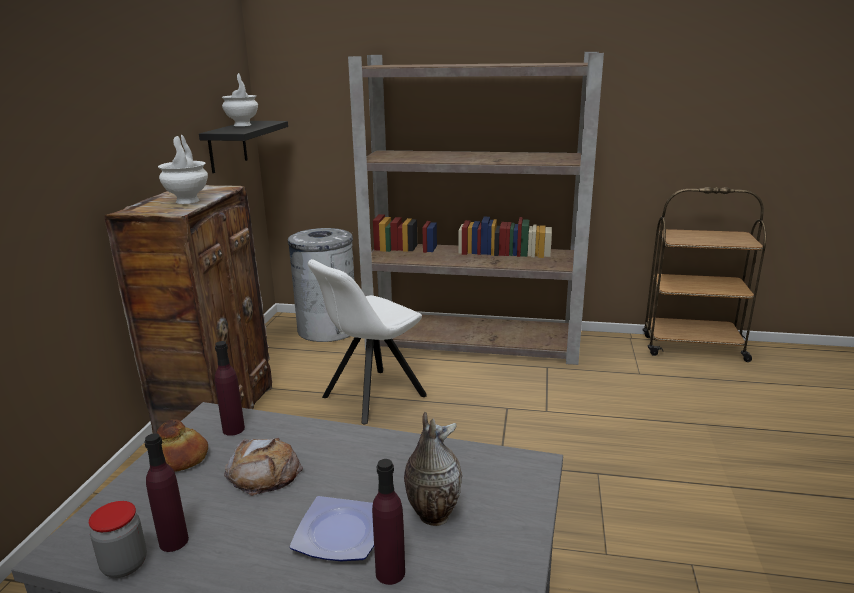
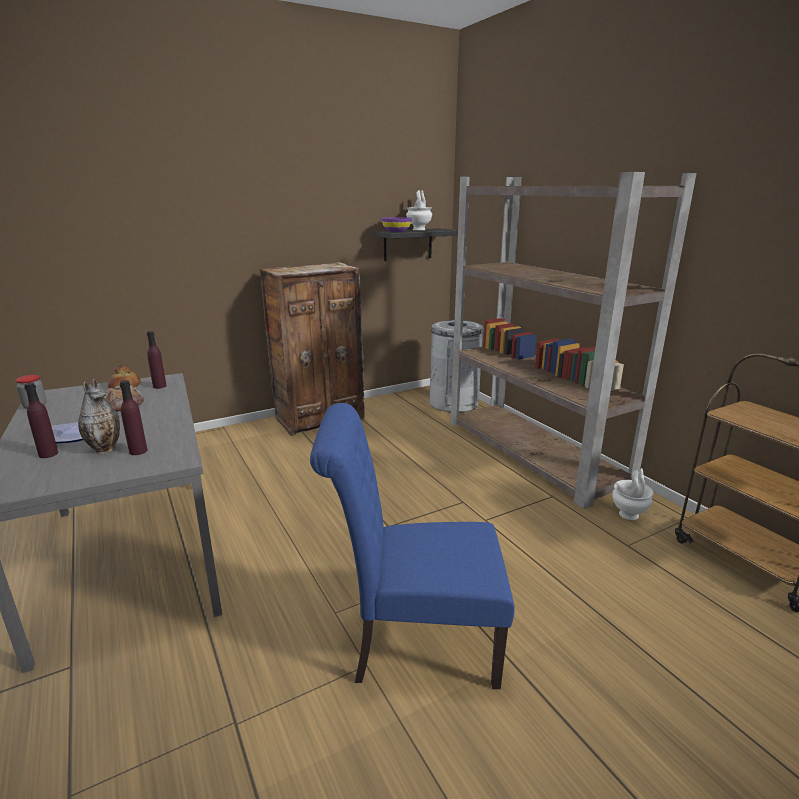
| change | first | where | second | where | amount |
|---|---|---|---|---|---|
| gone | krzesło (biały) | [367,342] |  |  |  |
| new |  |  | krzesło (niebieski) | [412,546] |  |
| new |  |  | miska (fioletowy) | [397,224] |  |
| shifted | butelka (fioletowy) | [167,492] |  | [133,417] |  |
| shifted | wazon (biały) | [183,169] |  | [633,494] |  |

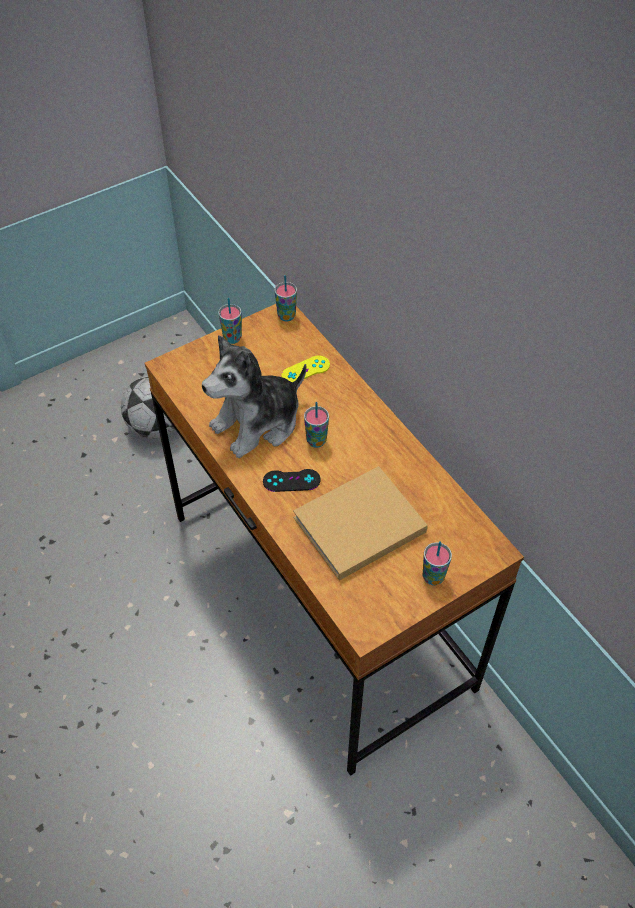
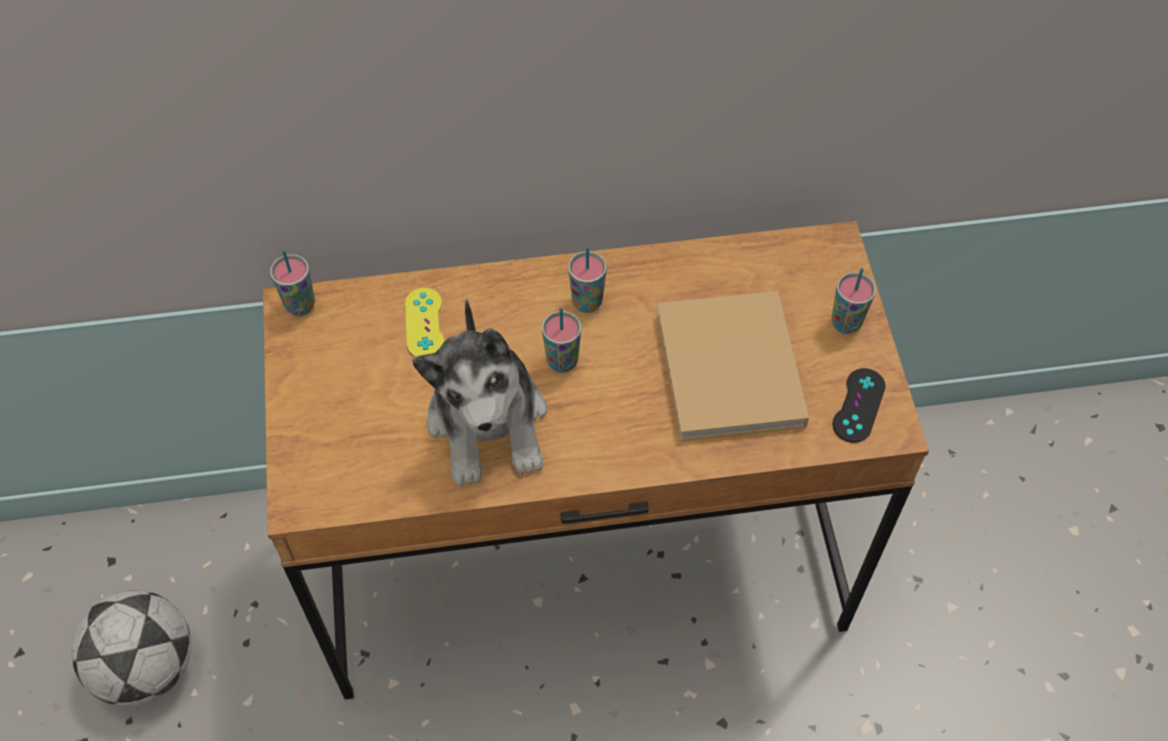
| change | first | where | second | where | amount |
|---|---|---|---|---|---|
| shifted | filiżanka | [230,321] |  | [587,279] |  |
| shifted | pad do gier (czarny) | [292,480] |  | [859,405] |  |

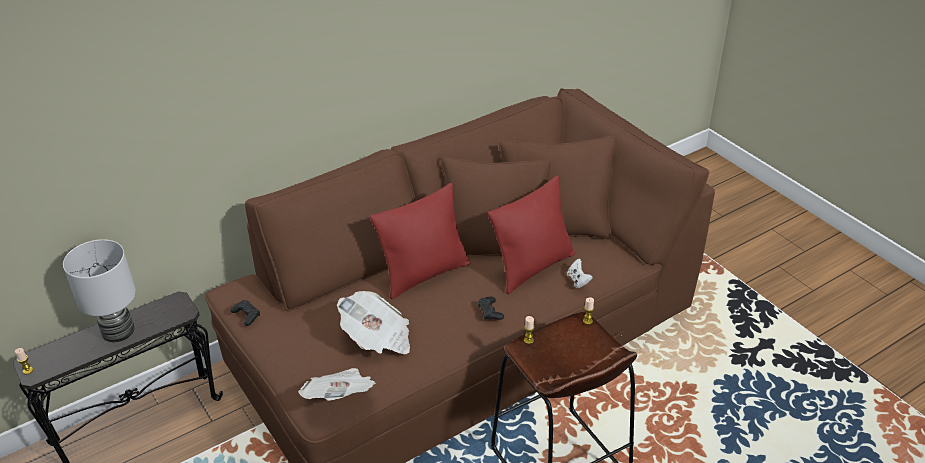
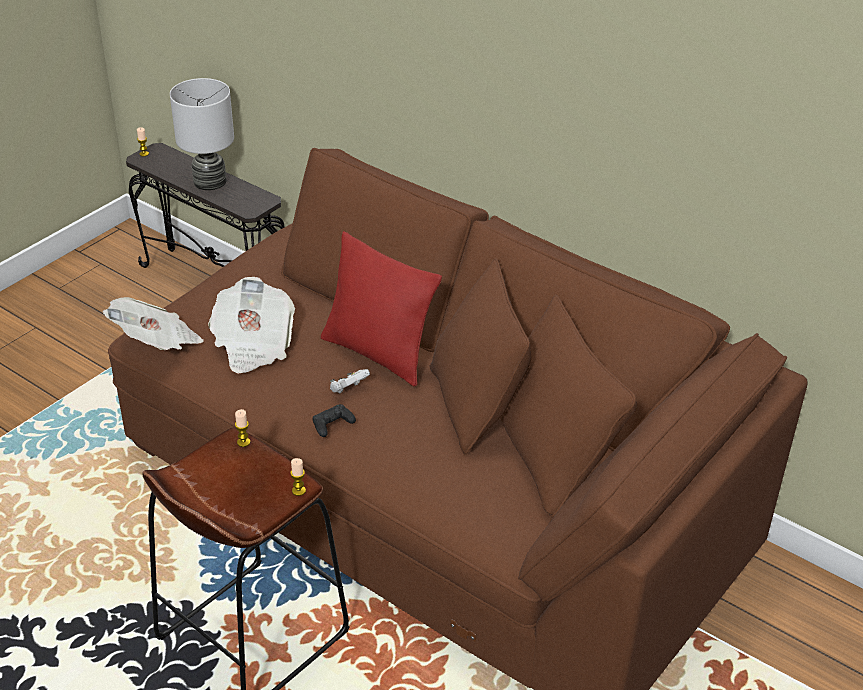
| change | first | where | second | where | amount |
|---|---|---|---|---|---|
| gone | pad do gier (czarny) | [245,313] |  |  |  |
| gone | poduszka (czerwony) | [531,234] |  |  |  |
| shifted | pad do gier (biały) | [580,273] |  | [350,381] |  |

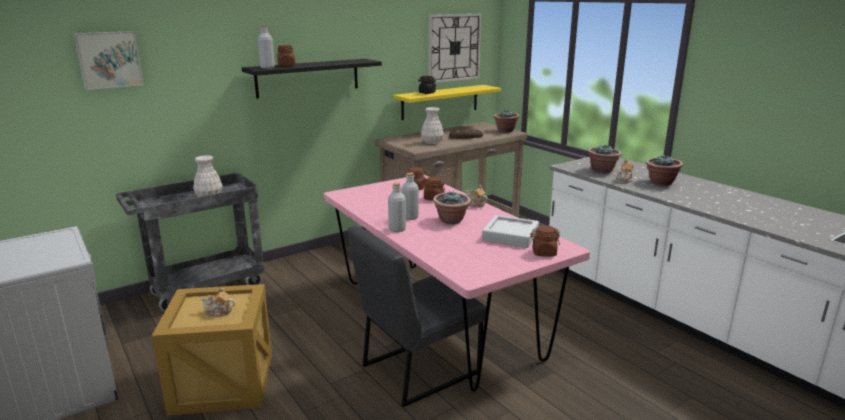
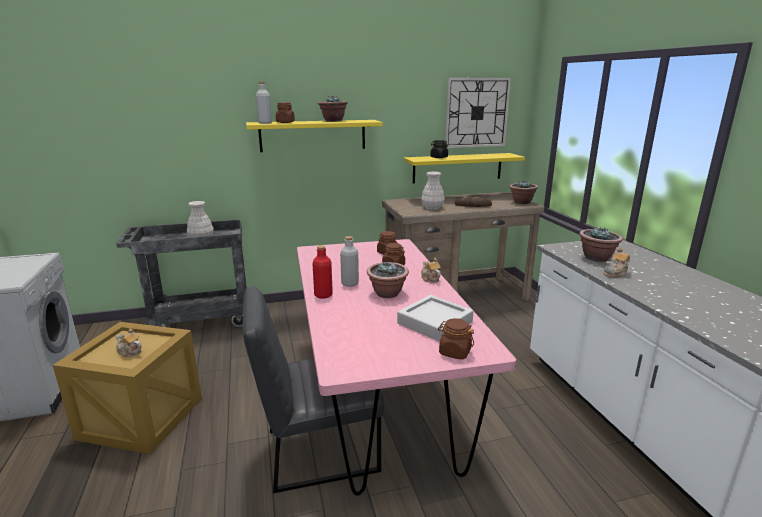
| change | first | where | second | where | amount |
|---|---|---|---|---|---|
| gone | obraz | [109,60] |  |  |  |
| shifted | roślina doniczkowa | [664,170] |  | [333,109] |  |
| repainted | półka (czarny) | [312,78] | półka (żółty) | [314,136] |  |
| repainted | butelka (szary) | [397,207] | butelka (czerwony) | [323,272] |  |

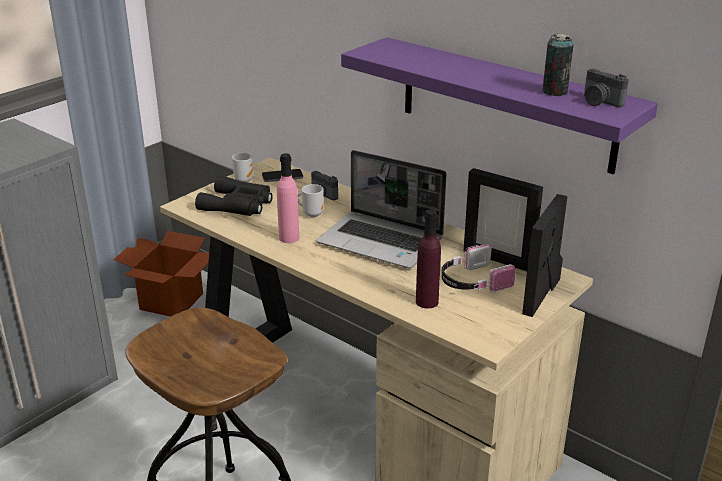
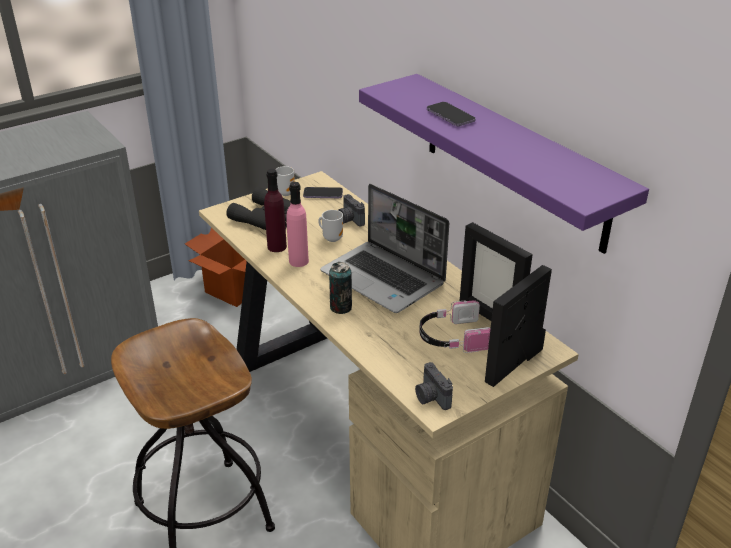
| change | first | where | second | where | amount |
|---|---|---|---|---|---|
| new |  |  | telefon | [451,114] |  |
| shifted | butelka (fioletowy) | [428,258] |  | [275,210] |  |
| shifted | puszka | [558,64] |  | [340,288] |  |
| shifted | aparat fotograficzny | [606,88] |  | [434,386] |  |

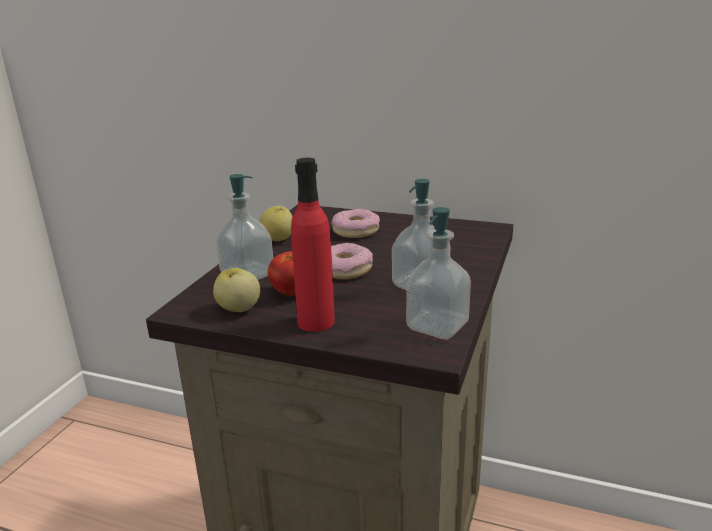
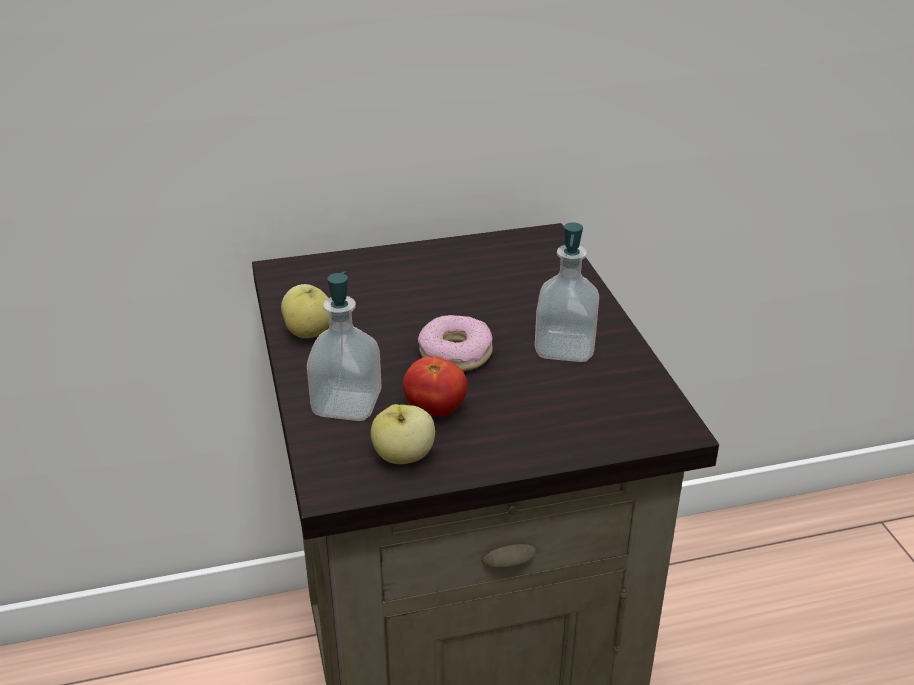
| change | first | where | second | where | amount |
|---|---|---|---|---|---|
| gone | butelka (czerwony) | [313,245] |  |  |  |
| gone | donut | [356,223] |  |  |  |
| gone | dozownik mydła | [438,273] |  |  |  |

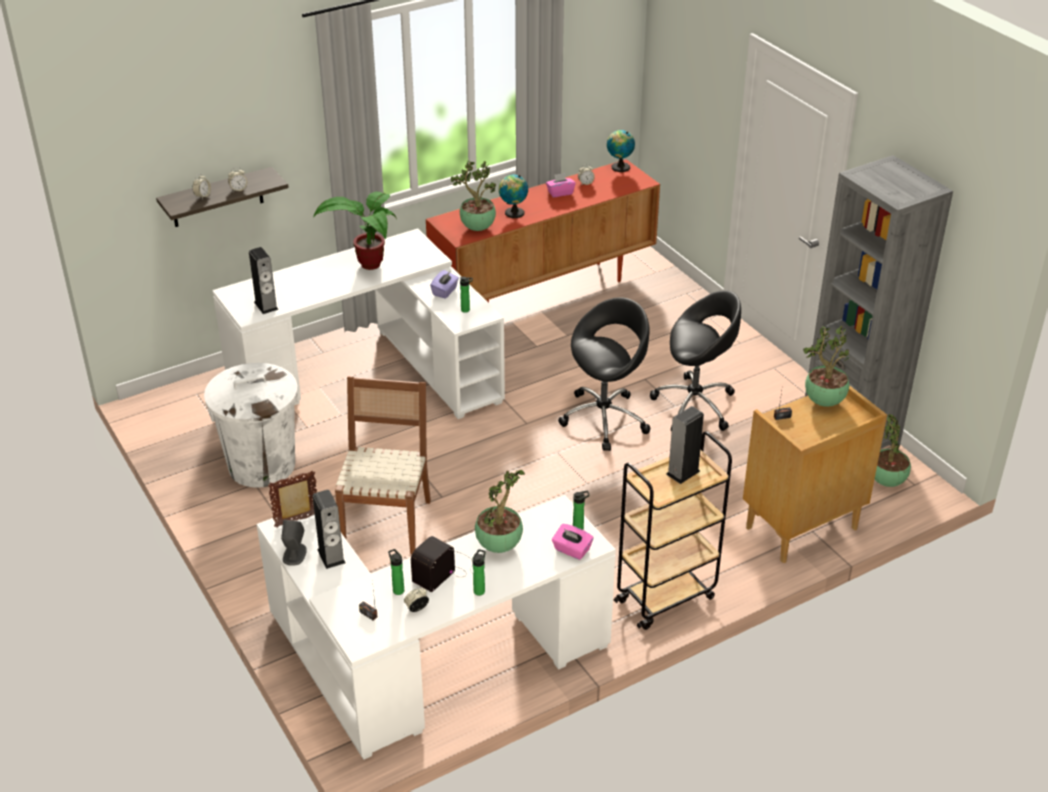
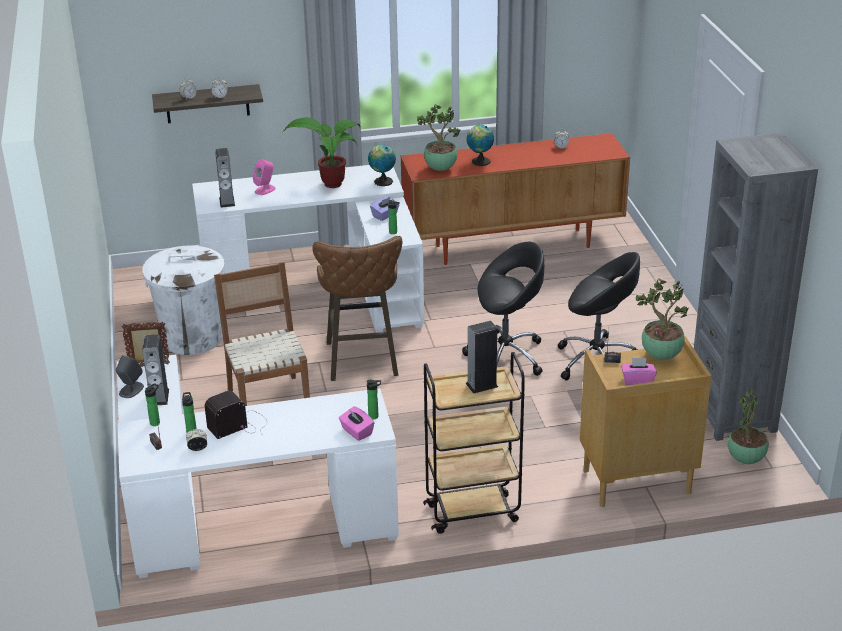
| change | first | where | second | where | amount |
|---|---|---|---|---|---|
| gone | roślina doniczkowa | [500,511] |  |  |  |
| new |  |  | głośnik (różowy) | [264,177] |  |
| new |  |  | stołek (brązowy) | [357,308] |  |
| shifted | butelka | [479,572] |  | [152,404] |  |
| shifted | pudełko chusteczek (różowy) | [561,185] |  | [639,371] |  |
| shifted | globus | [621,151] |  | [382,165] |  |
| rotated | krzesło | [383,465] |  | [262,334] | 45 degrees counterclockwise |

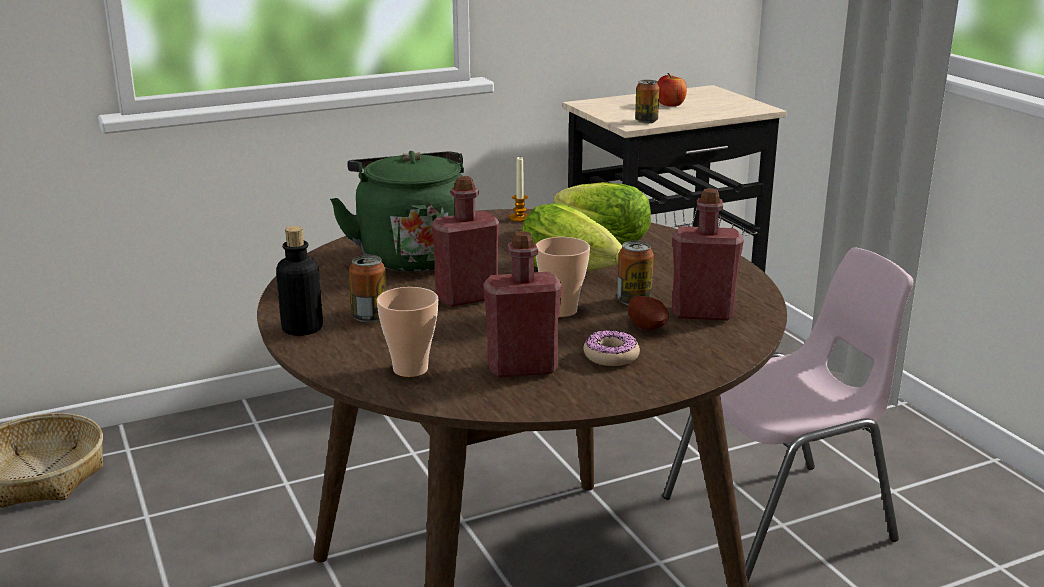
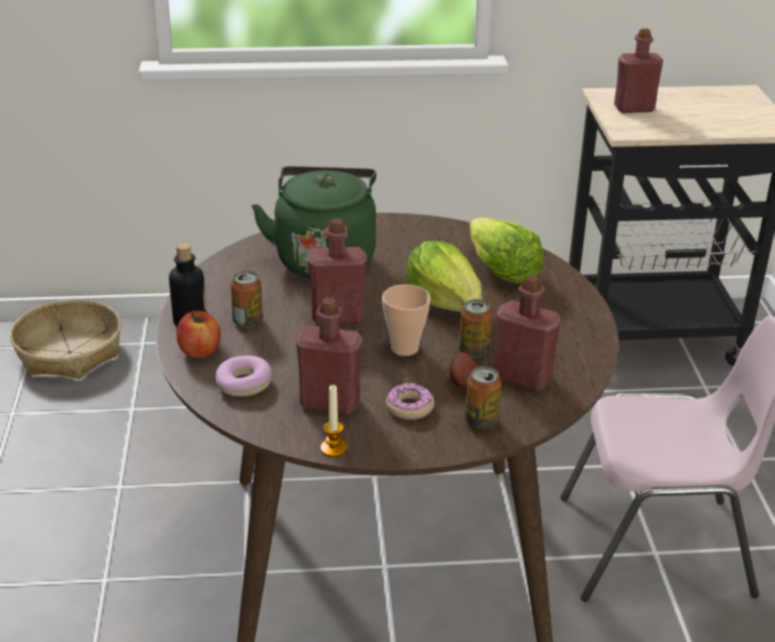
| change | first | where | second | where | amount |
|---|---|---|---|---|---|
| new |  |  | butelka (czerwony) | [638,70] |  |
| shifted | świeca | [518,189] |  | [333,421] |  |
| shifted | puszka | [647,101] |  | [483,397] |  |
| shifted | jabłko | [672,89] |  | [199,334] |  |
| swapped | filiżanka | [407,332] | donut | [244,376] |  |

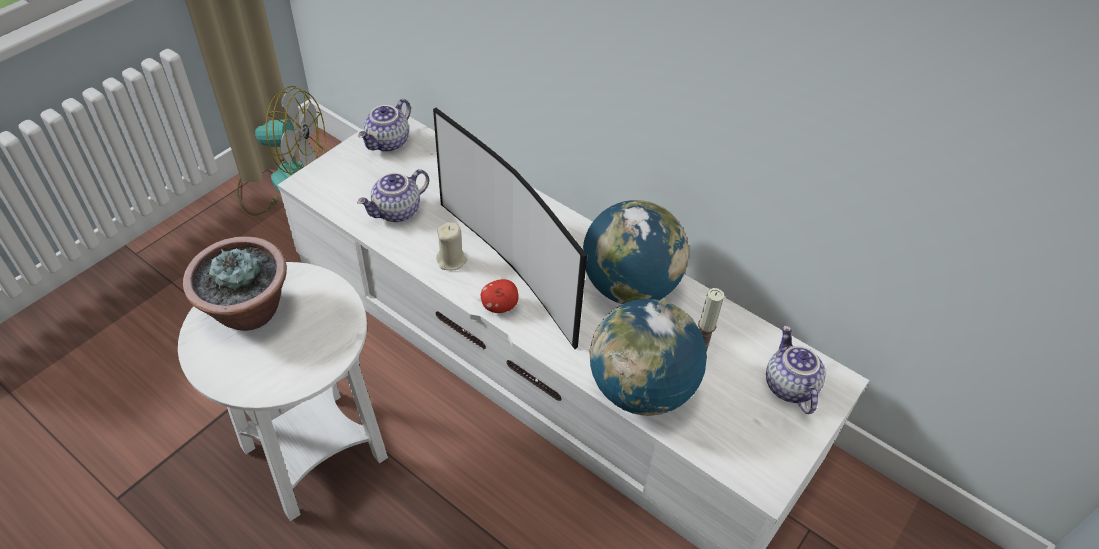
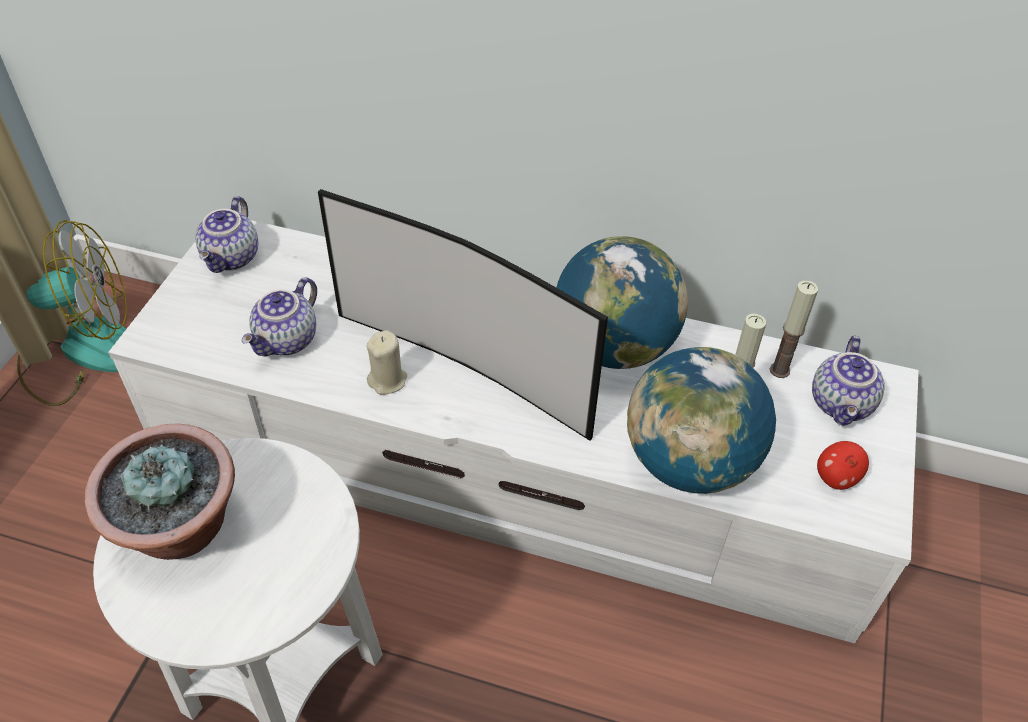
| change | first | where | second | where | amount |
|---|---|---|---|---|---|
| new |  |  | świeca | [794,329] |  |
| shifted | jabłko | [500,296] |  | [843,465] |  |
| rotated | imbryk | [796,369] |  | [848,381] | 135 degrees counterclockwise |

